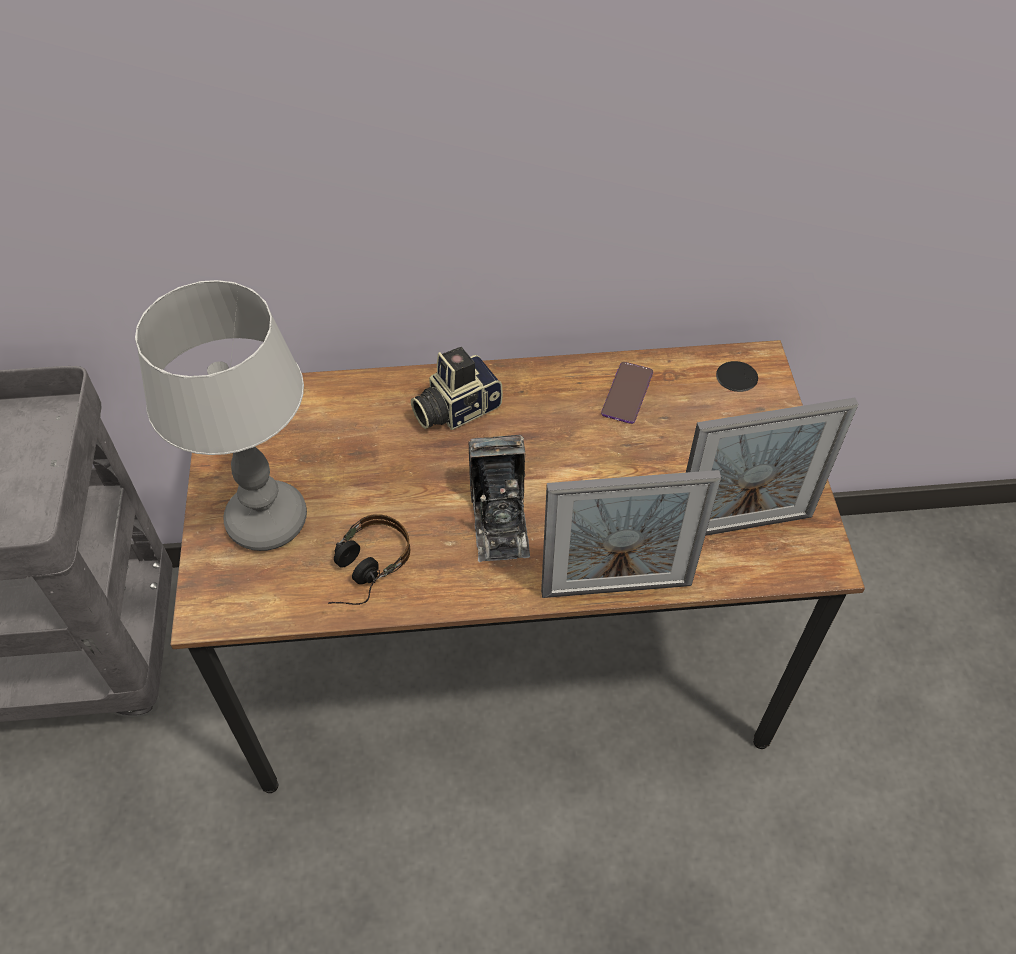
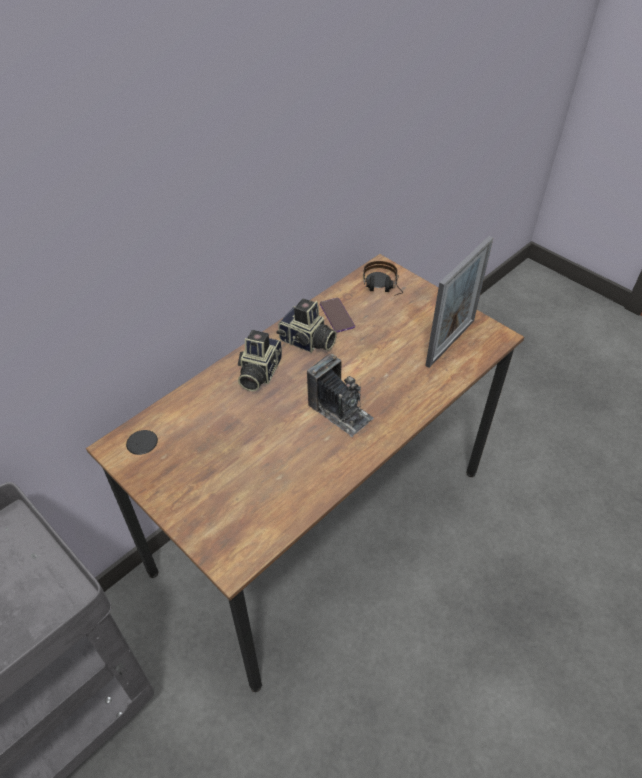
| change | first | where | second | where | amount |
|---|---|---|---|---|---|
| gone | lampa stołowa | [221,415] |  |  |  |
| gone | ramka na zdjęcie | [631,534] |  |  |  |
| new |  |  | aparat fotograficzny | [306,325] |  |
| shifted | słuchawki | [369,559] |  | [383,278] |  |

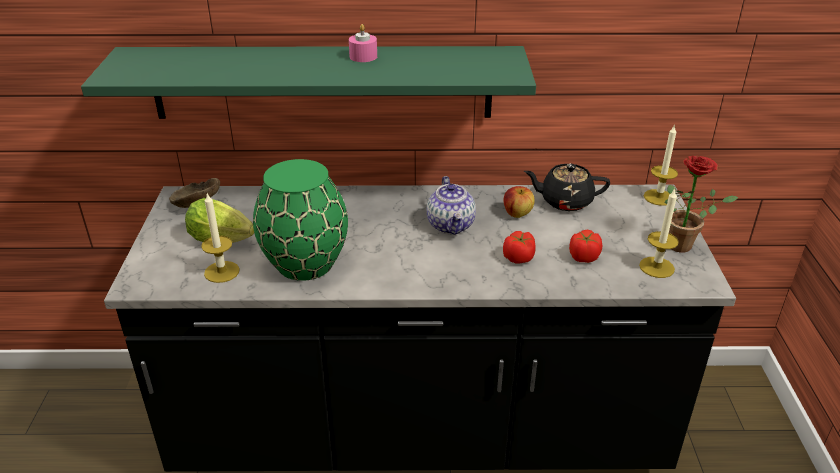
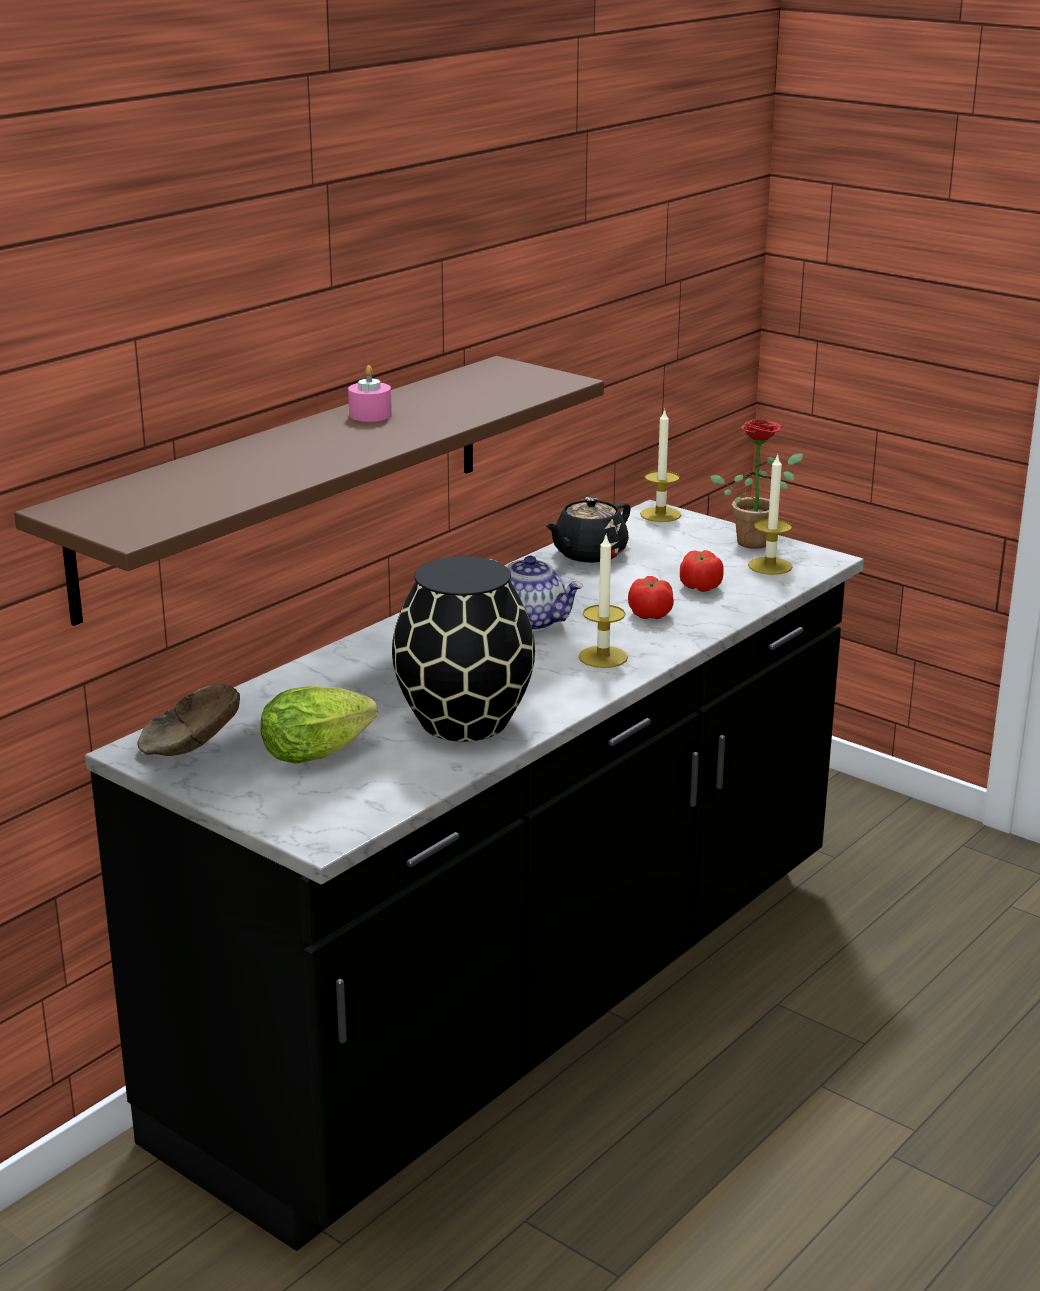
| change | first | where | second | where | amount |
|---|---|---|---|---|---|
| gone | jabłko | [519,202] |  |  |  |
| shifted | świeca | [220,238] |  | [603,600] |  |
| repainted | półka (zielony) | [308,82] | półka (brązowy) | [309,491] |  |
| repainted | wazon (zielony) | [300,220] | wazon (czarny) | [463,649] |  |

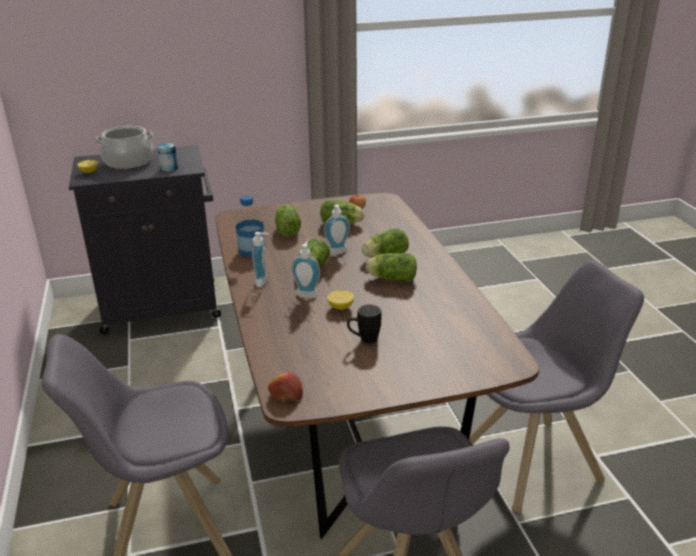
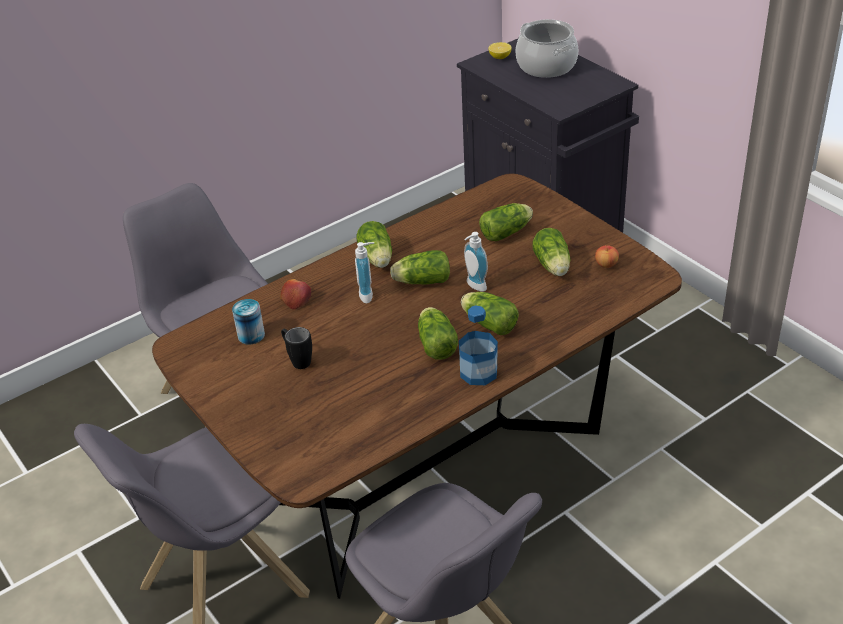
| change | first | where | second | where | amount |
|---|---|---|---|---|---|
| gone | cytryna | [340,300] |  |  |  |
| shifted | puszka | [167,157] |  | [248,322] |  |
| shifted | butelka | [251,226] |  | [478,345] |  |
| shifted | jabłko | [285,386] |  | [295,294] |  |
| swapped | dozownik mydła | [260,259] | sałata | [374,244] |  |

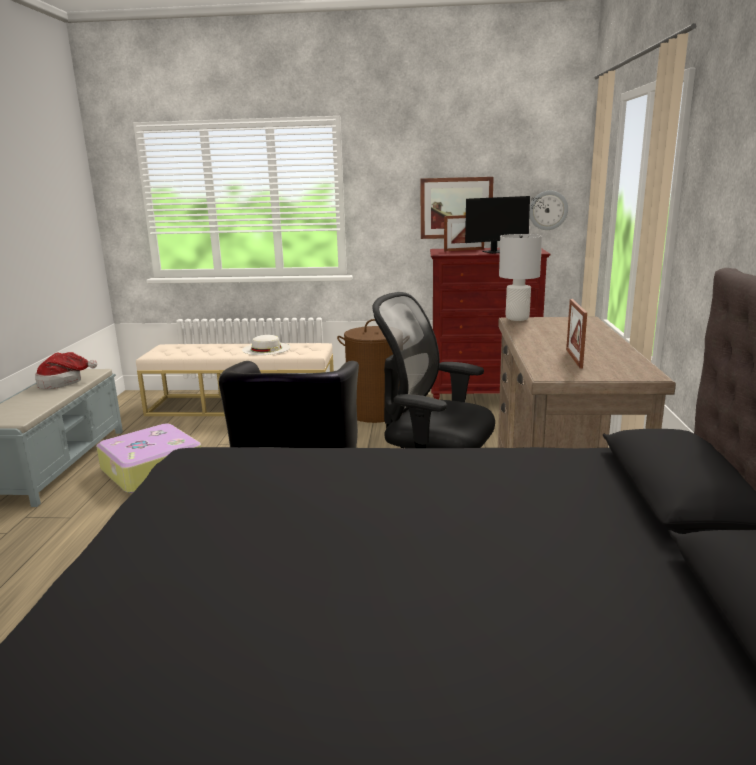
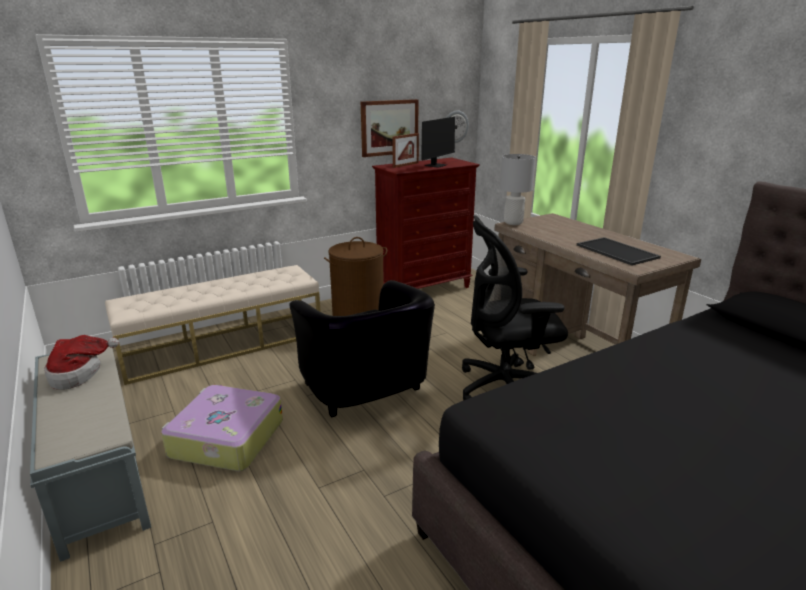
| change | first | where | second | where | amount |
|---|---|---|---|---|---|
| gone | kapelusz (biały) | [266,345] |  |  |  |
| swapped | ramka na zdjęcie | [576,333] | taca | [619,251] |  |

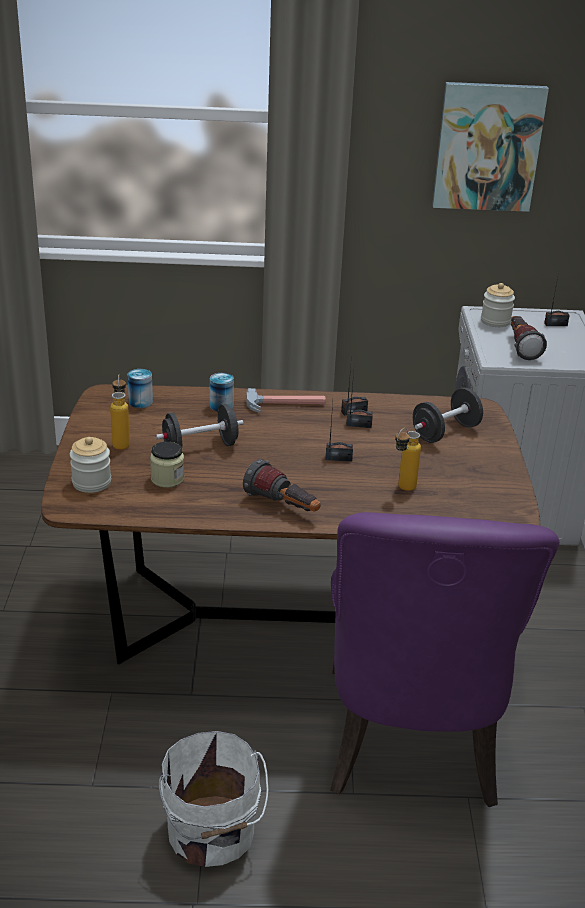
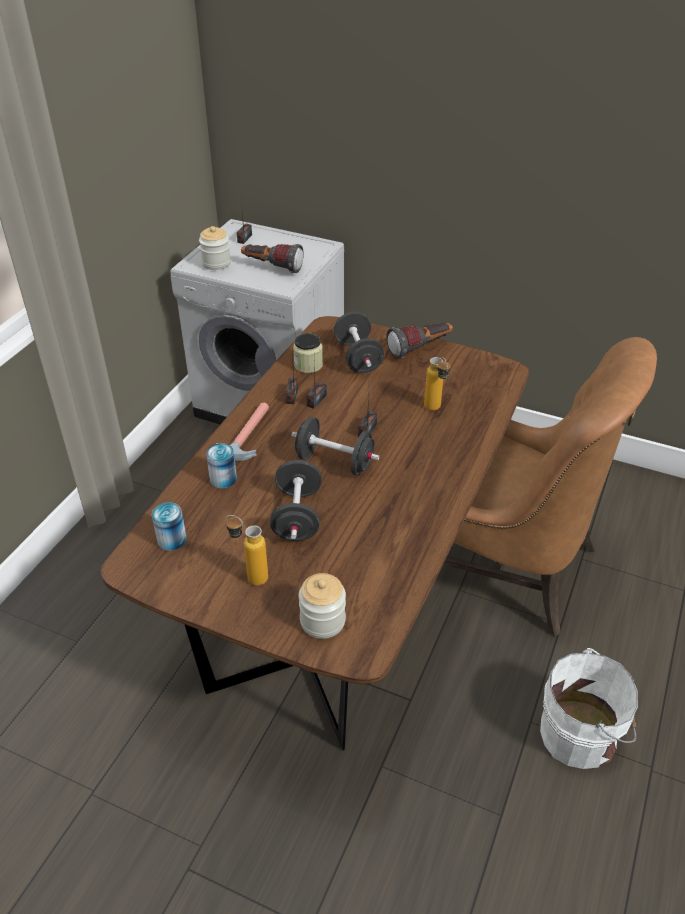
| change | first | where | second | where | amount |
|---|---|---|---|---|---|
| gone | obraz | [490,147] |  |  |  |
| new |  |  | hantel (czarny) | [335,446] |  |
| shifted | słoik | [167,465] |  | [308,353] |  |
| shifted | latarka | [282,485] |  | [419,340] |  |
| repainted | krzesło (fioletowy) | [444,659] | krzesło (brązowy) | [550,487] |  |

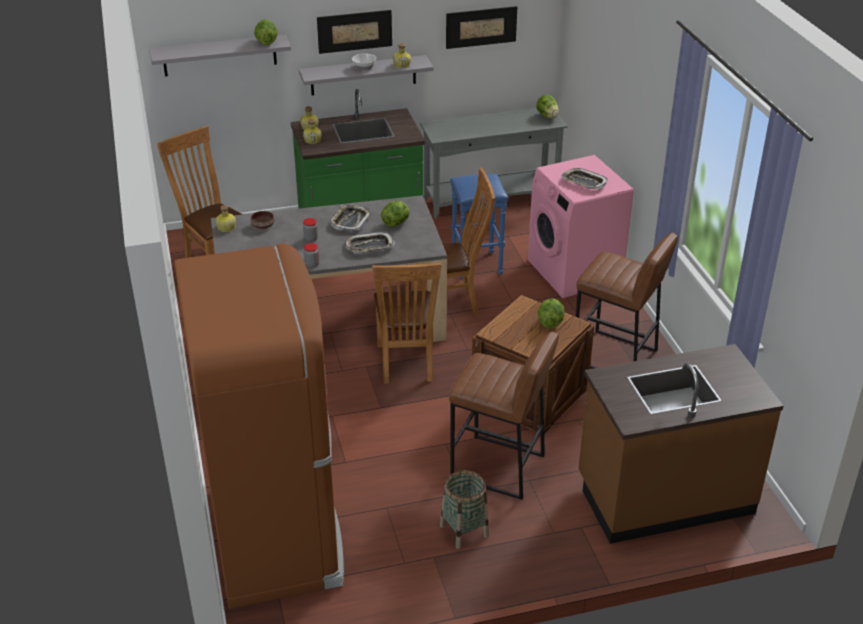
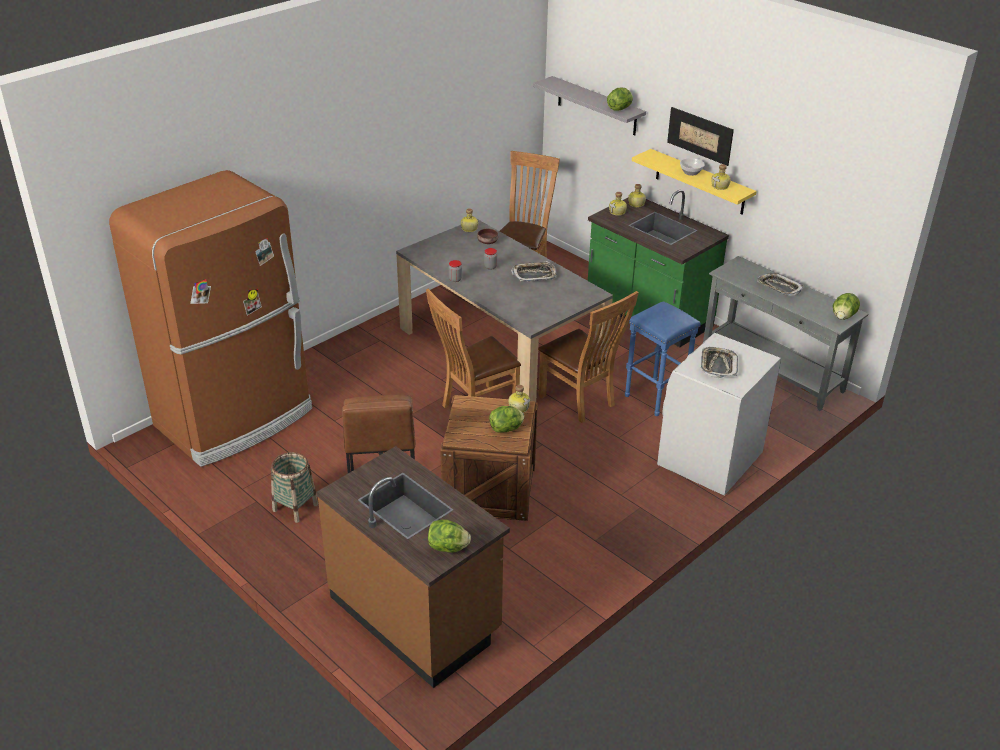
| change | first | where | second | where | amount |
|---|---|---|---|---|---|
| gone | obraz | [481,27] |  |  |  |
| gone | stołek (brązowy) | [627,300] |  |  |  |
| new |  |  | butelka | [519,398] |  |
| shifted | taca | [370,242] |  | [780,284] |  |
| shifted | sałata | [395,214] |  | [449,536] |  |
| repainted | półka (szary) | [366,75] | półka (żółty) | [694,182] |  |
| repainted | pralka (różowy) | [581,226] | pralka (biały) | [719,414] |  |

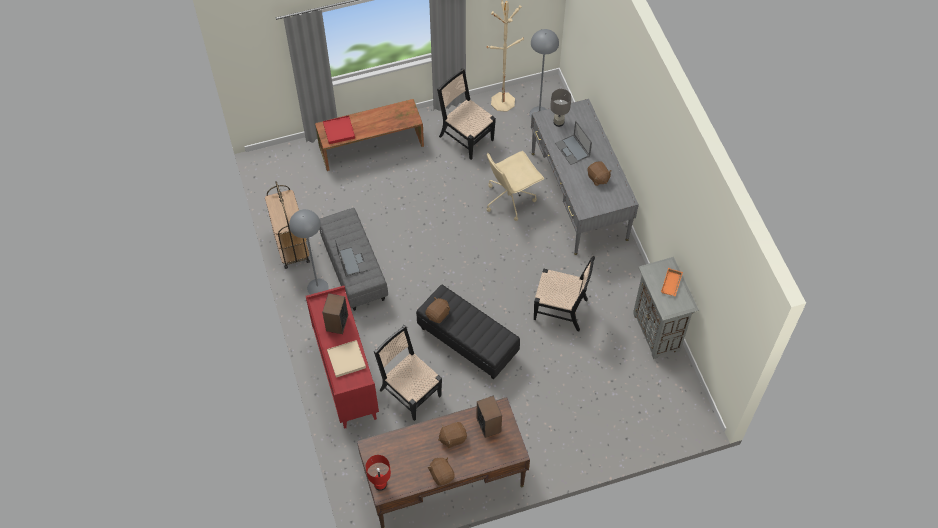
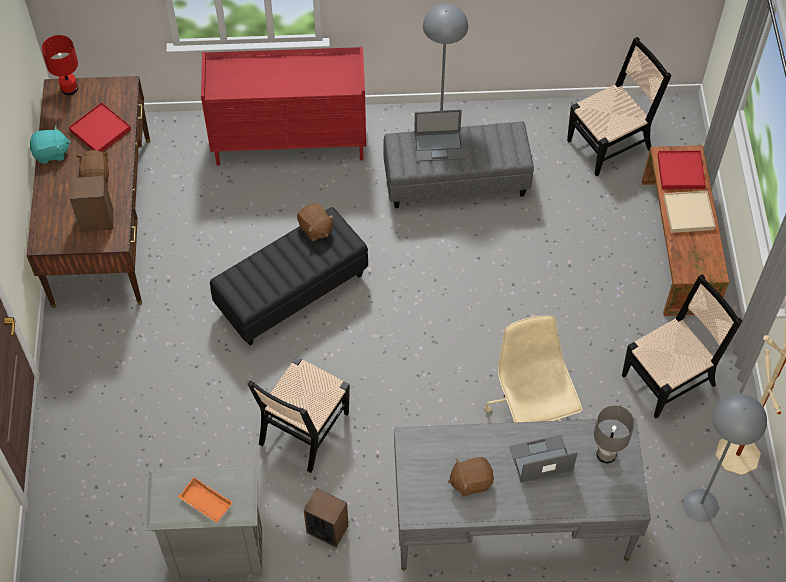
| change | first | where | second | where | amount |
|---|---|---|---|---|---|
| gone | wózek (brązowy) | [287,225] |  |  |  |
| new |  |  | taca (czerwony) | [100,127] |  |
| shifted | głośnik | [335,313] |  | [326,517] |  |
| shifted | taca (beżowy) | [346,359] |  | [689,212] |  |
| shifted | krzesło | [408,373] |  | [619,107] |  |
| repainted | pluszak (brązowy) | [441,471] | pluszak (turkusowy) | [50,145] |  |

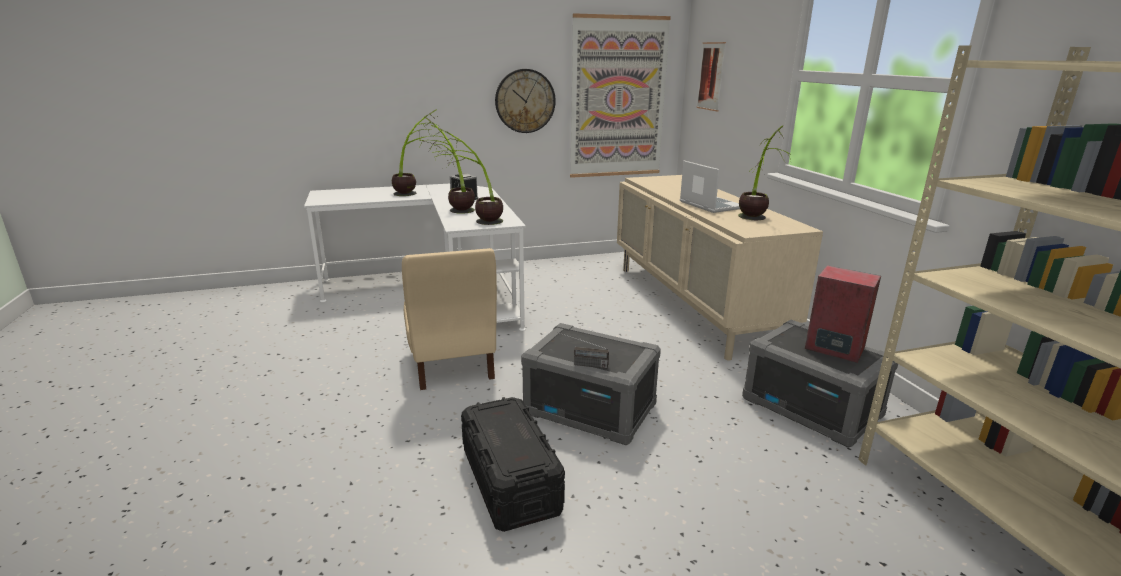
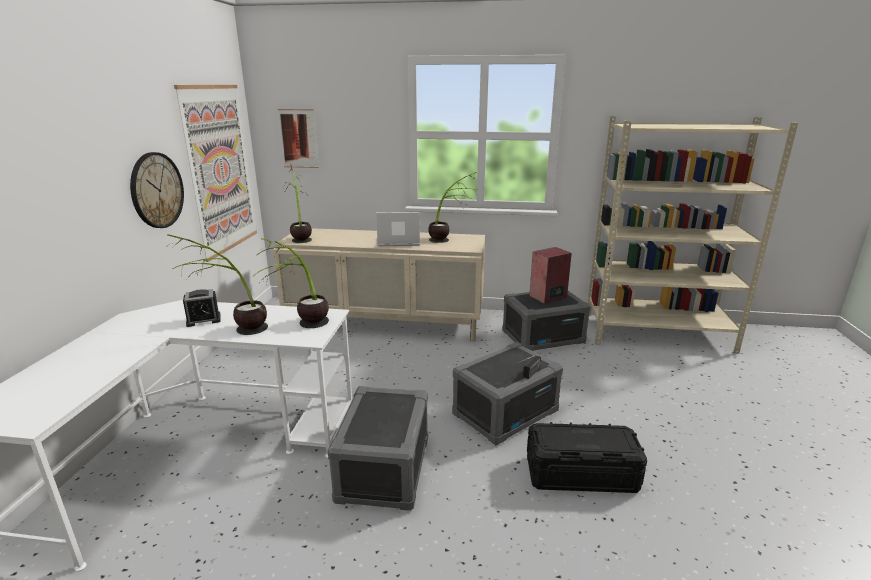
| change | first | where | second | where | amount |
|---|---|---|---|---|---|
| shifted | roślina doniczkowa | [418,152] |  | [297,203] |  |
| swapped | krzesło (beżowy) | [449,319] | pojemnik do przechowywania (szary) | [378,448] |  |

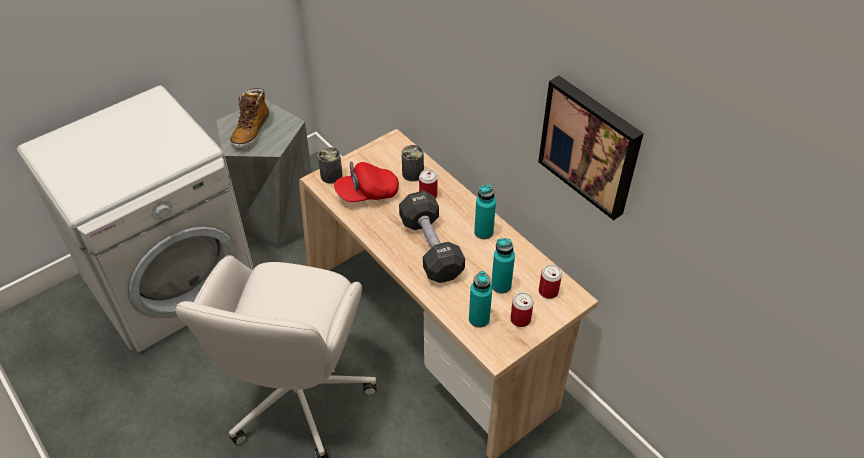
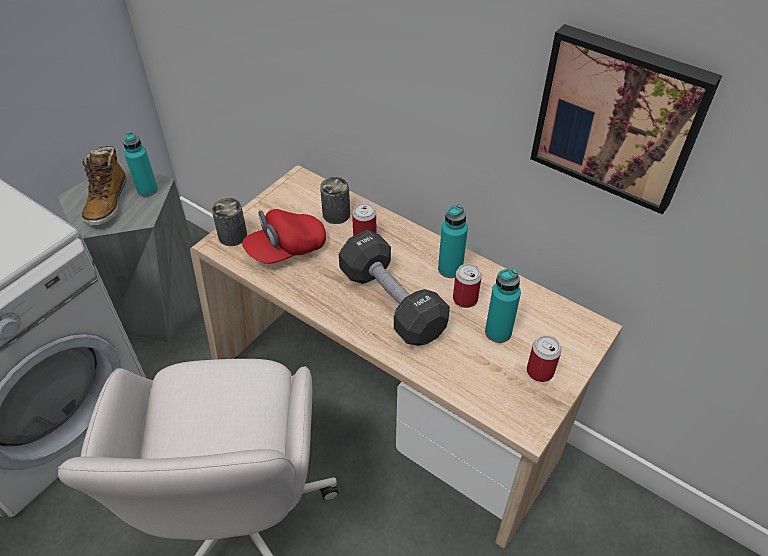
| change | first | where | second | where | amount |
|---|---|---|---|---|---|
| shifted | butelka (turkusowy) | [480,299] |  | [140,164] |  |
| shifted | puszka | [550,281] |  | [467,286] |  |

